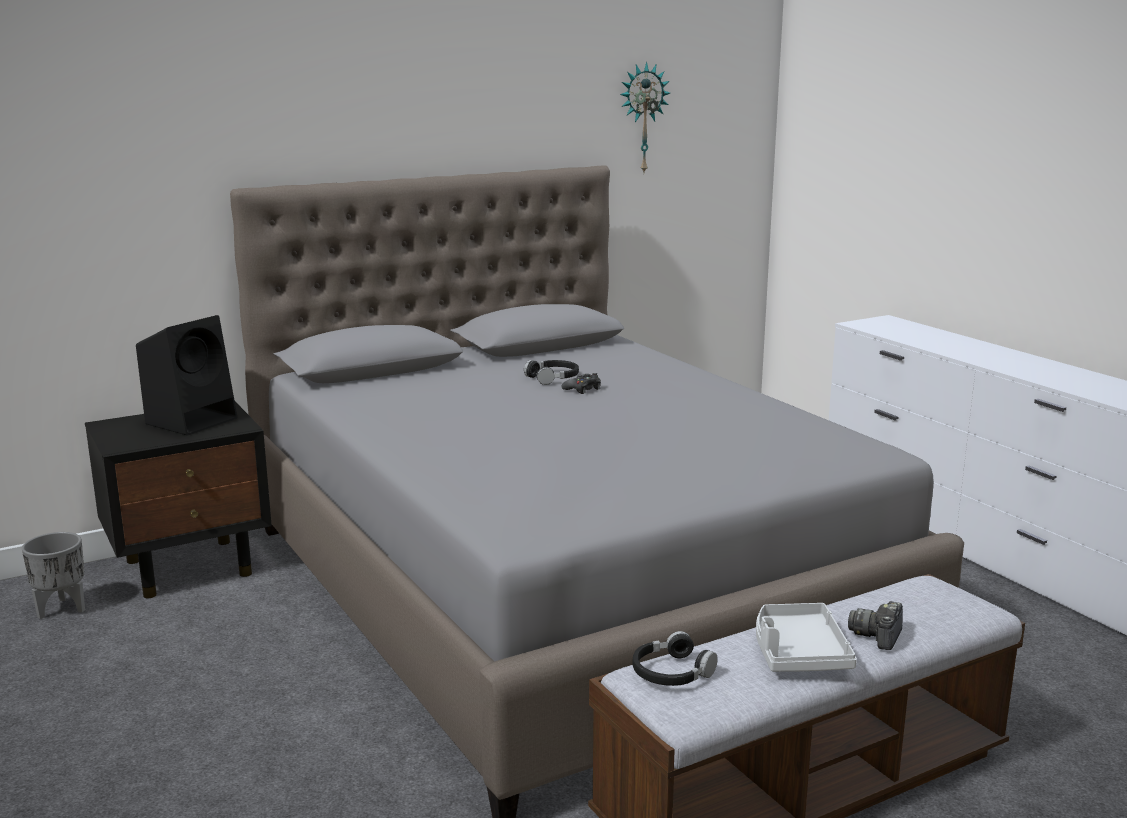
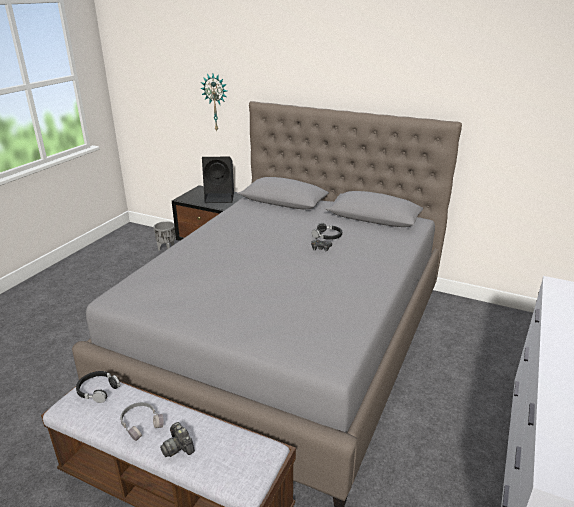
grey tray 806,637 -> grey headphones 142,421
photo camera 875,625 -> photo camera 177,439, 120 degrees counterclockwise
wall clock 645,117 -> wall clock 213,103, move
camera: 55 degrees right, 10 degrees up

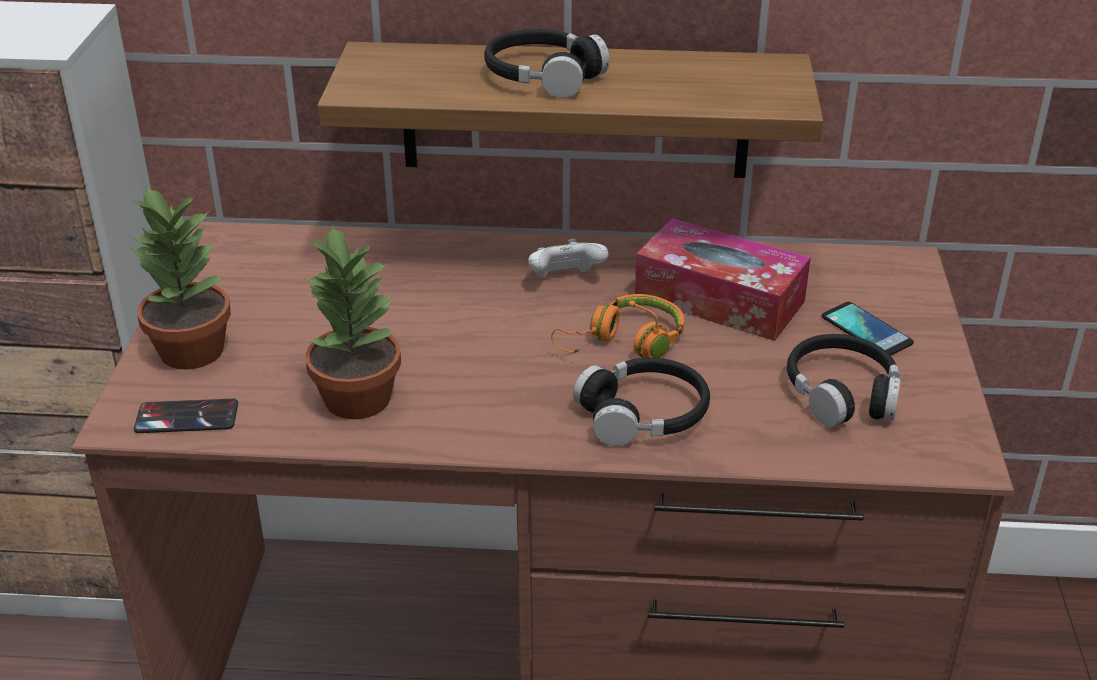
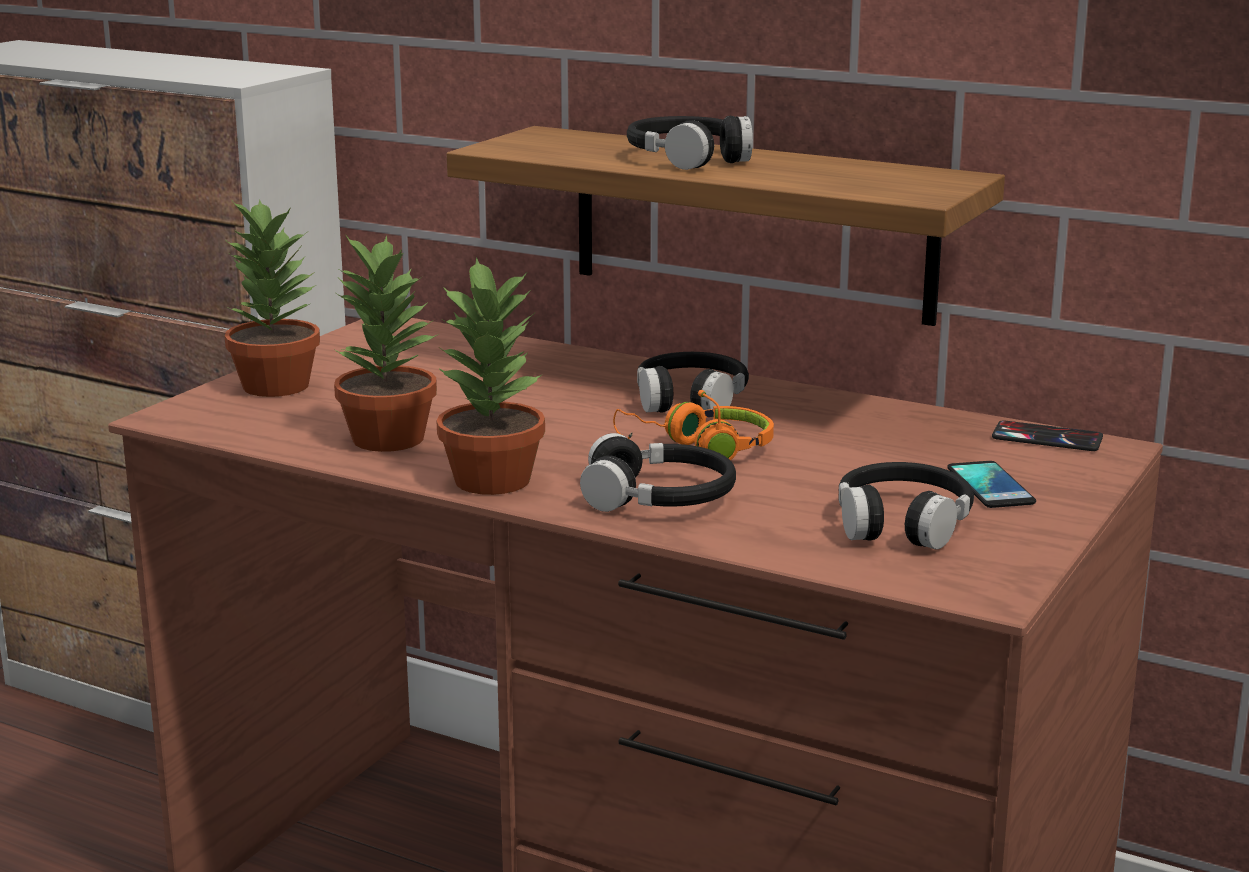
none -> potted plant 490,376
white game controller 568,258 -> black headphones 693,382
phone 186,416 -> phone 1047,436, move
tissue box 723,279 -> none
camera: 25 degrees right, 15 degrees down

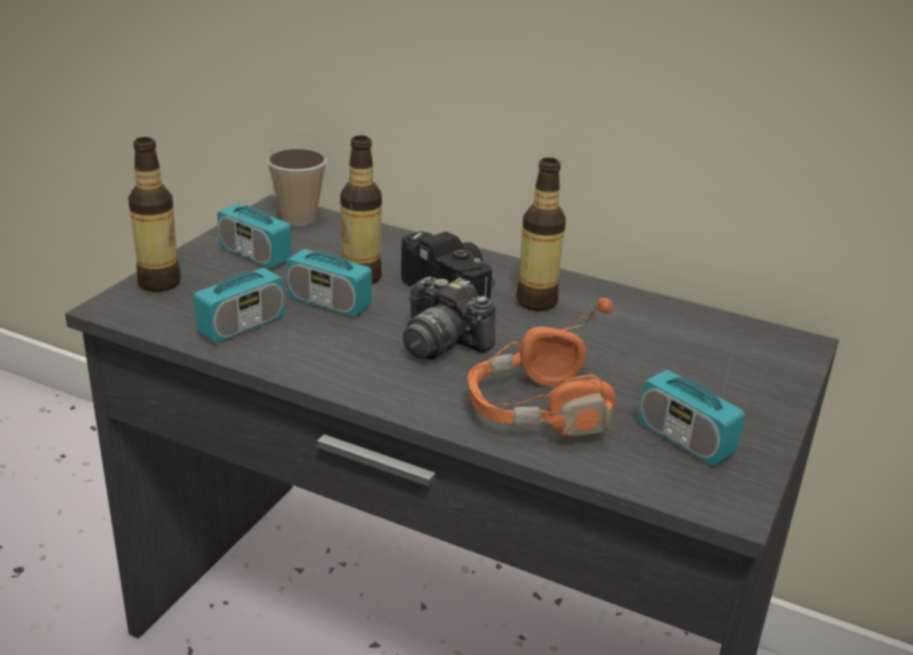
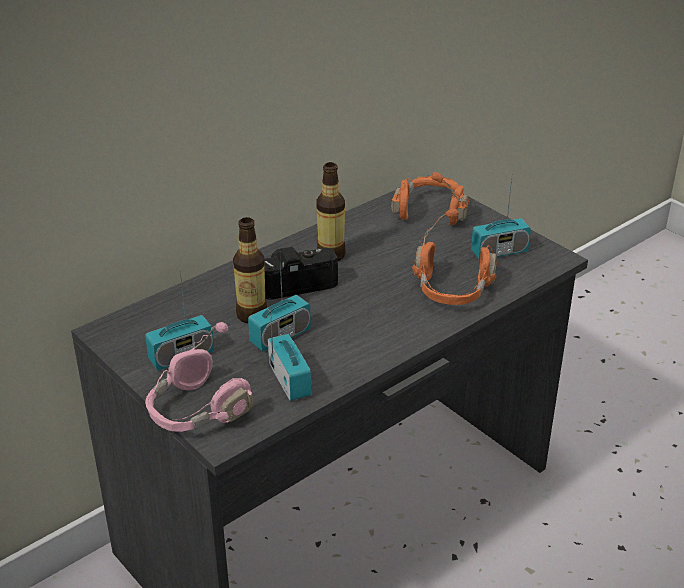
bottle 154,214 -> pink headphones 199,377
none -> orange headphones 430,198
cup 297,187 -> none
photo camera 449,318 -> none
camera: 65 degrees left, 5 degrees up

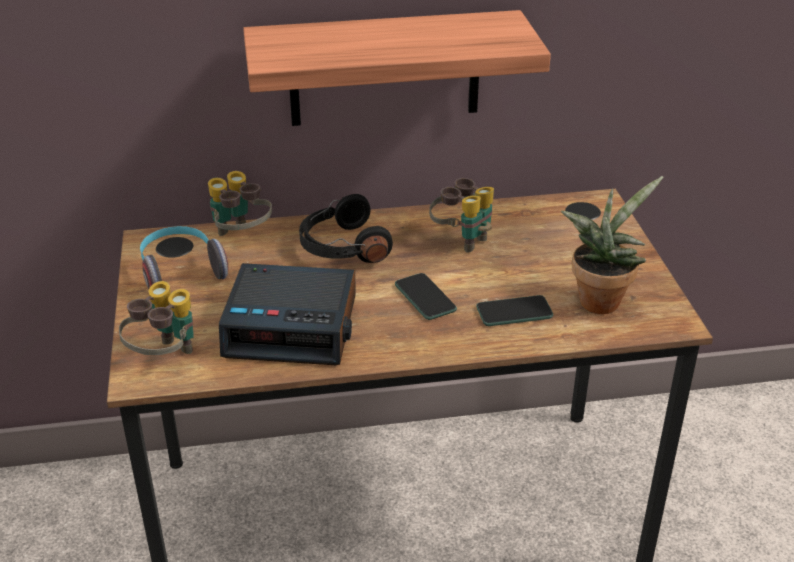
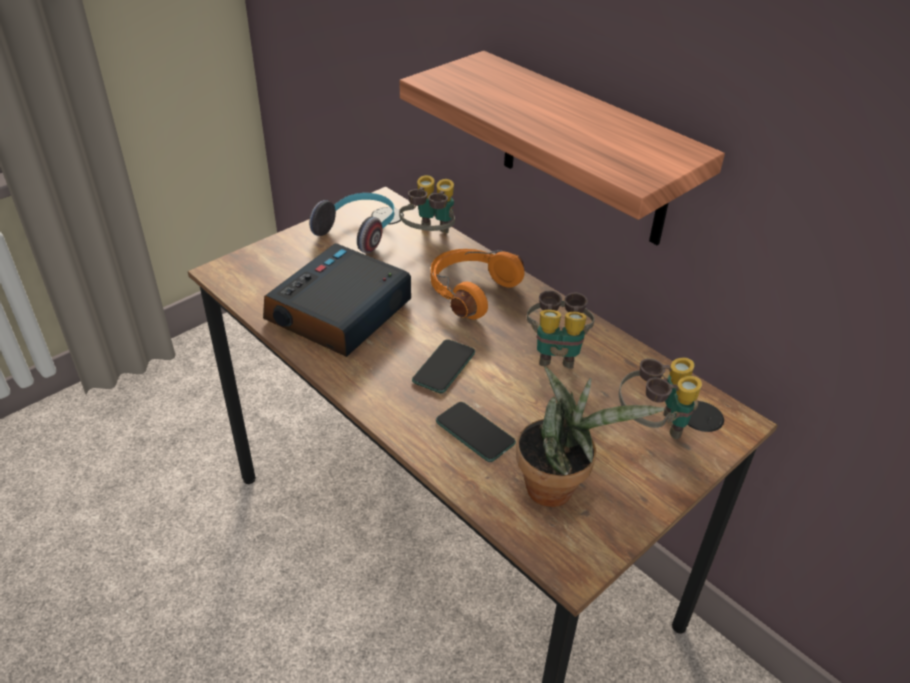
alarm clock 287,314 -> alarm clock 337,300, 60 degrees clockwise
black headphones 346,228 -> orange headphones 478,284
binoculars 156,318 -> binoculars 660,398, move
camera: 55 degrees right, 5 degrees up

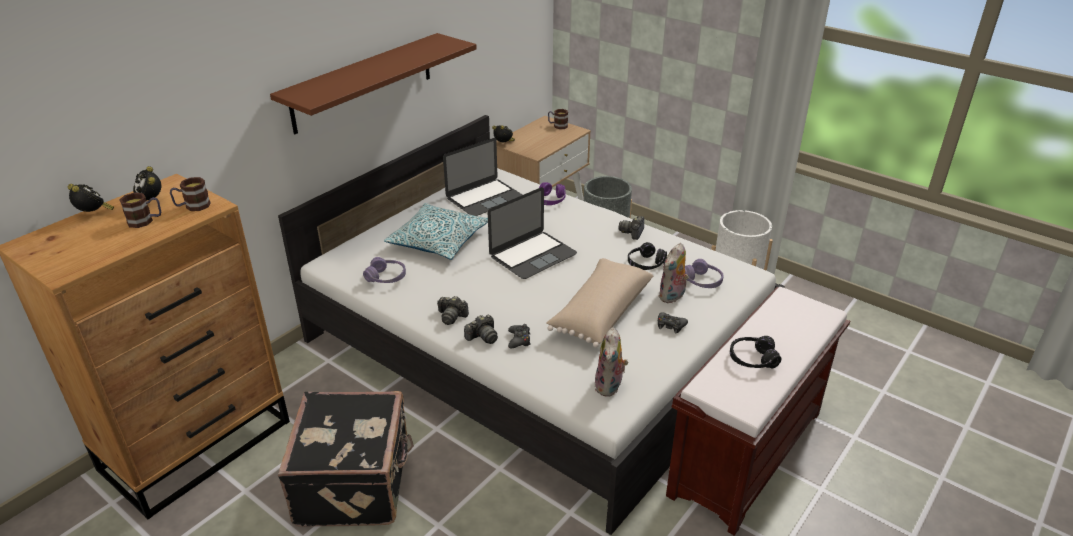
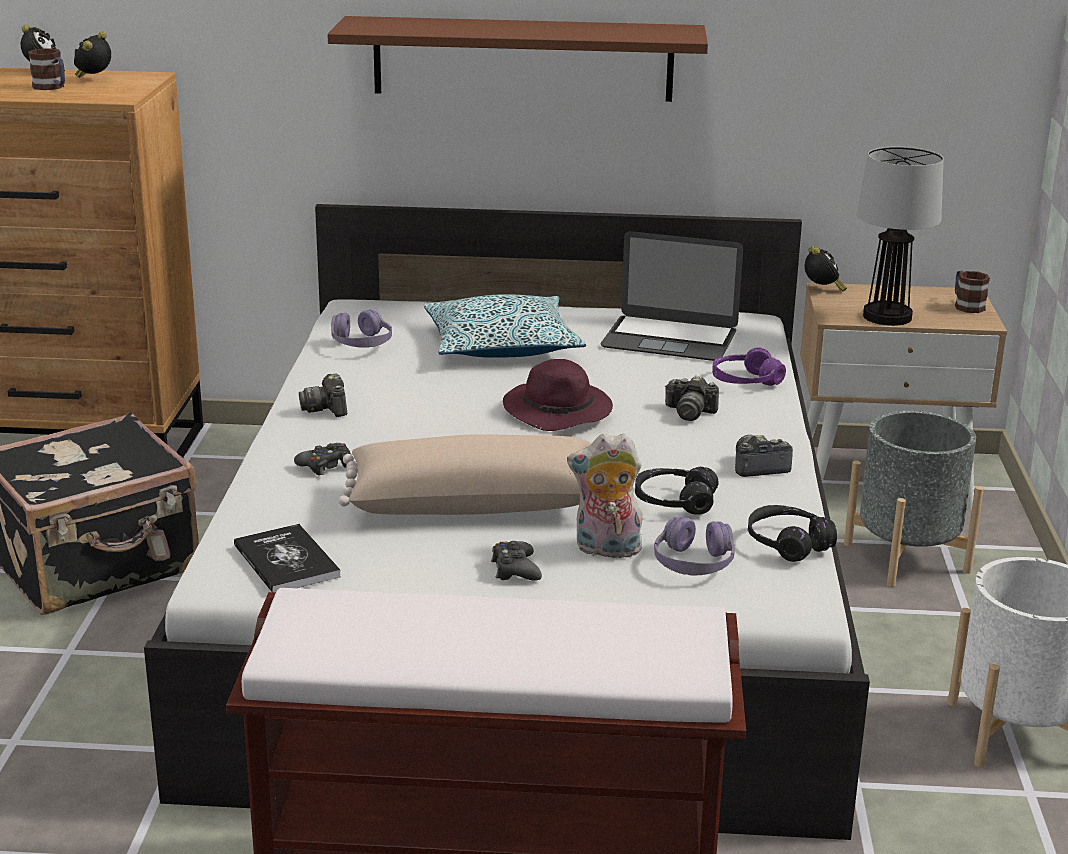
plush toy 611,362 -> book 287,558
laptop 532,233 -> purple hat 558,395
photo camera 481,329 -> photo camera 692,398, move
black headphones 755,352 -> black headphones 792,533, move
none -> table lamp 900,236
mug 190,194 -> none
camera: 55 degrees right, 10 degrees down

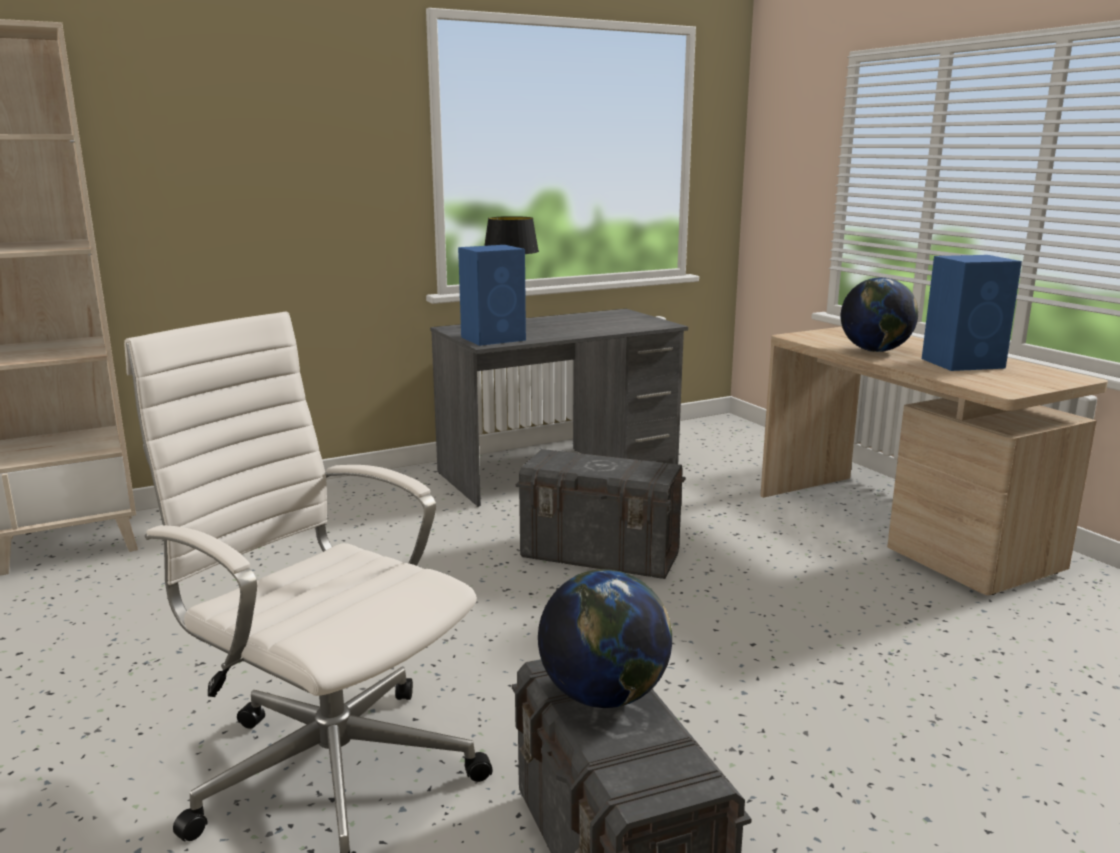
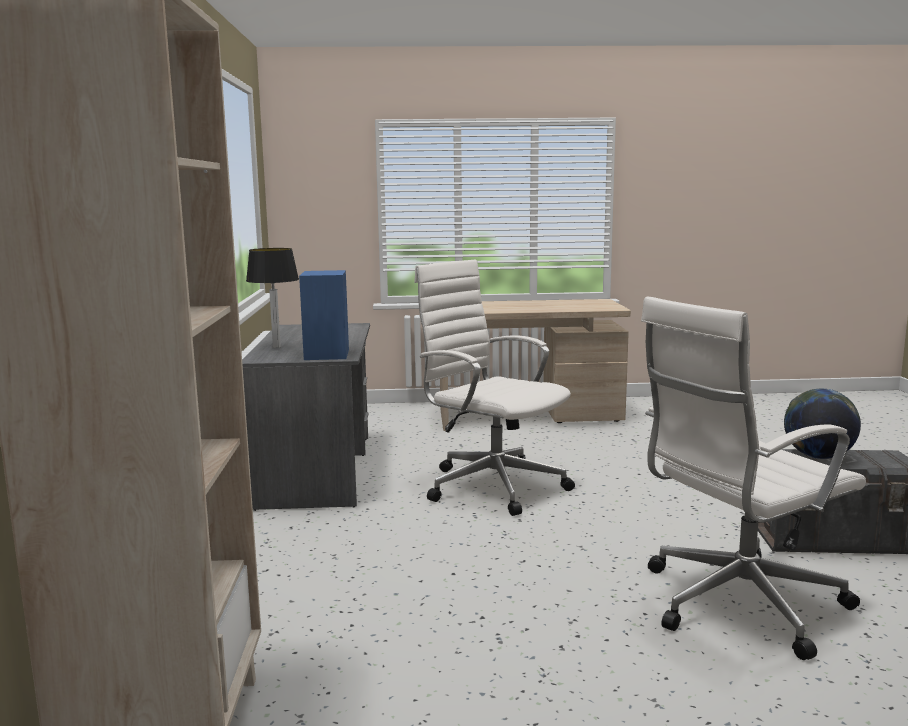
grey storage box 600,514 -> white office chair 494,387
globe 879,314 -> none
blue speaker 972,313 -> none
camera: 65 degrees left, 5 degrees down

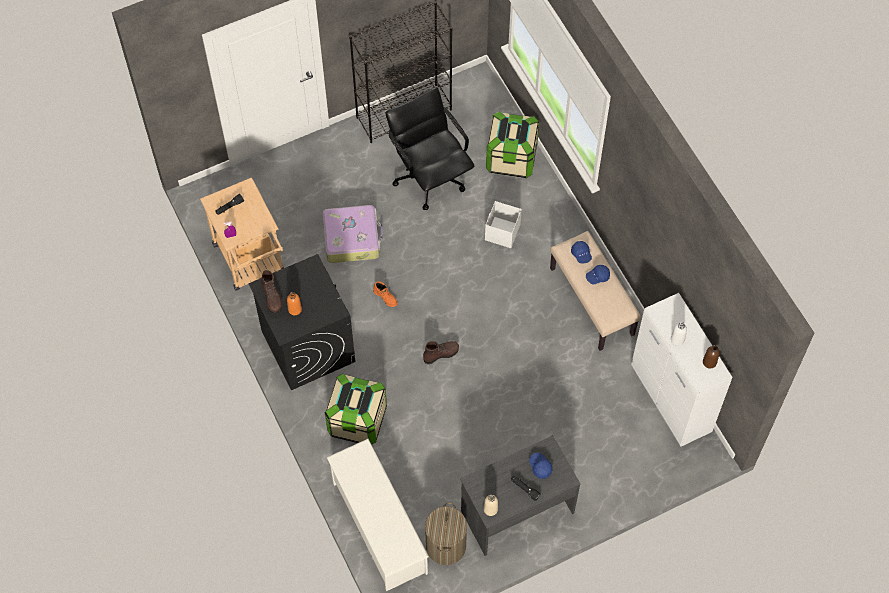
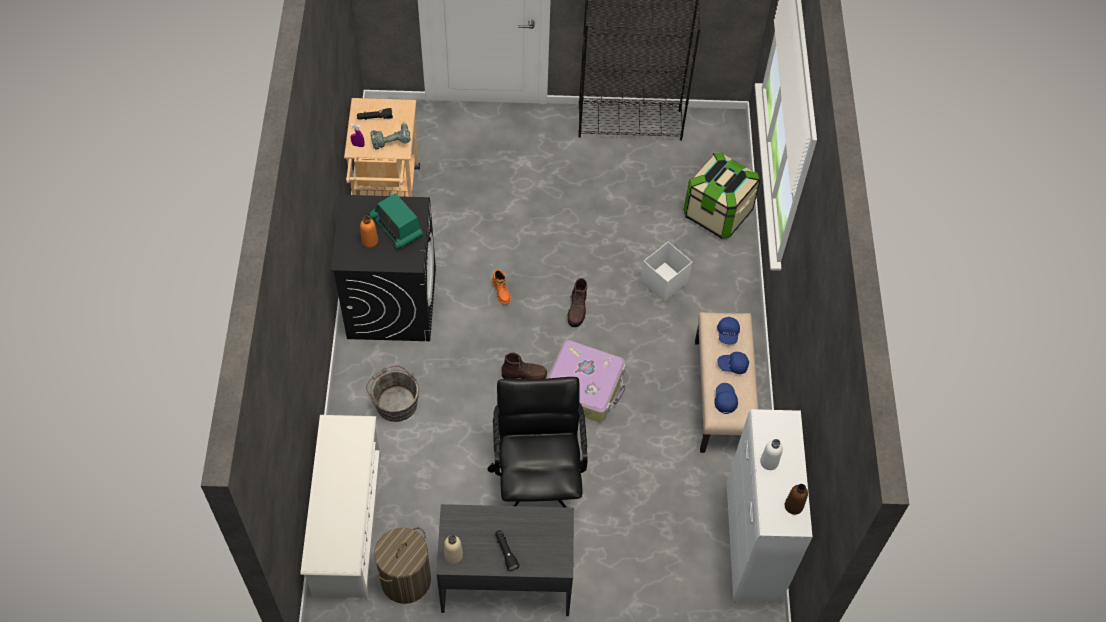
storage box 356,409 -> grey bucket 392,394
none -> radio 395,221
none -> power drill 390,136
black office chair 430,148 -> black office chair 538,442, move
suitcase 353,234 -> suitcase 586,381, move
brown boot 271,292 -> brown boot 577,302, move
blue cap 541,465 -> blue cap 726,398, move
camera: 25 degrees right, 5 degrees down

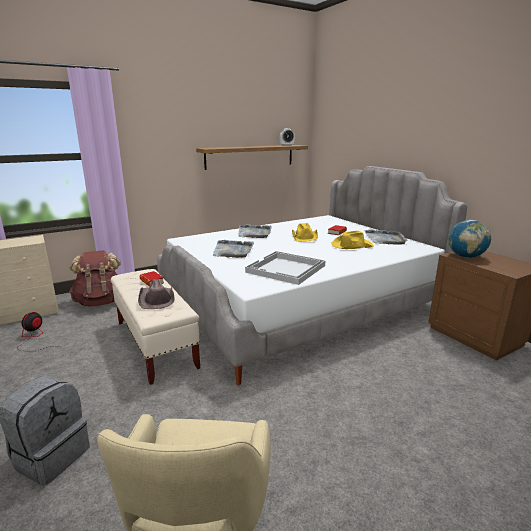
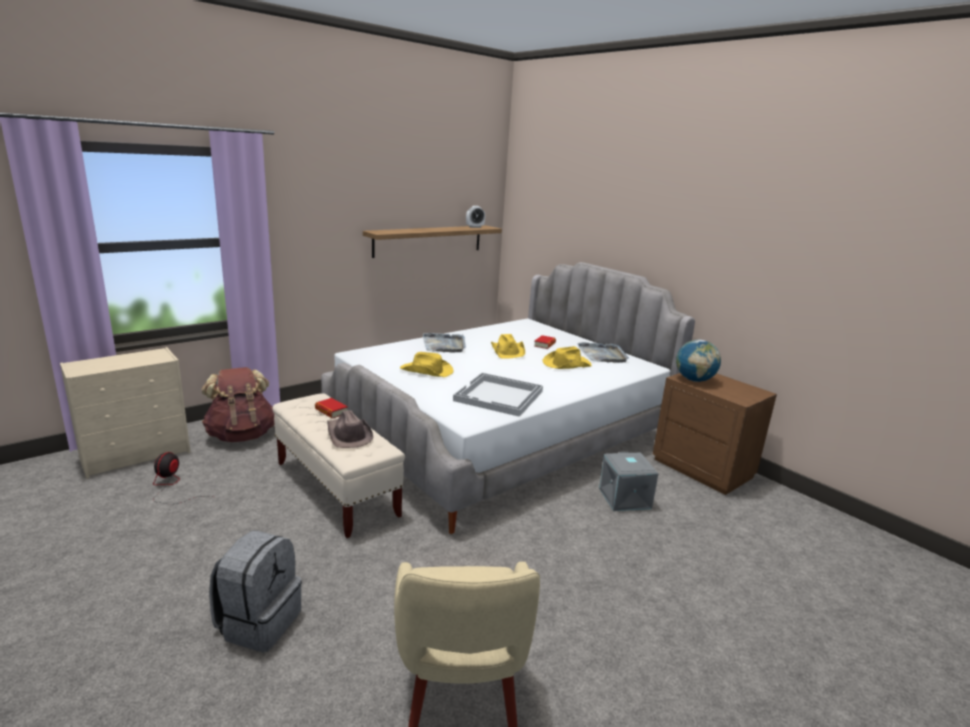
grey tray 233,249 -> yellow hat 427,364
none -> grey storage box 628,481
camera: 10 degrees left, 0 degrees up

